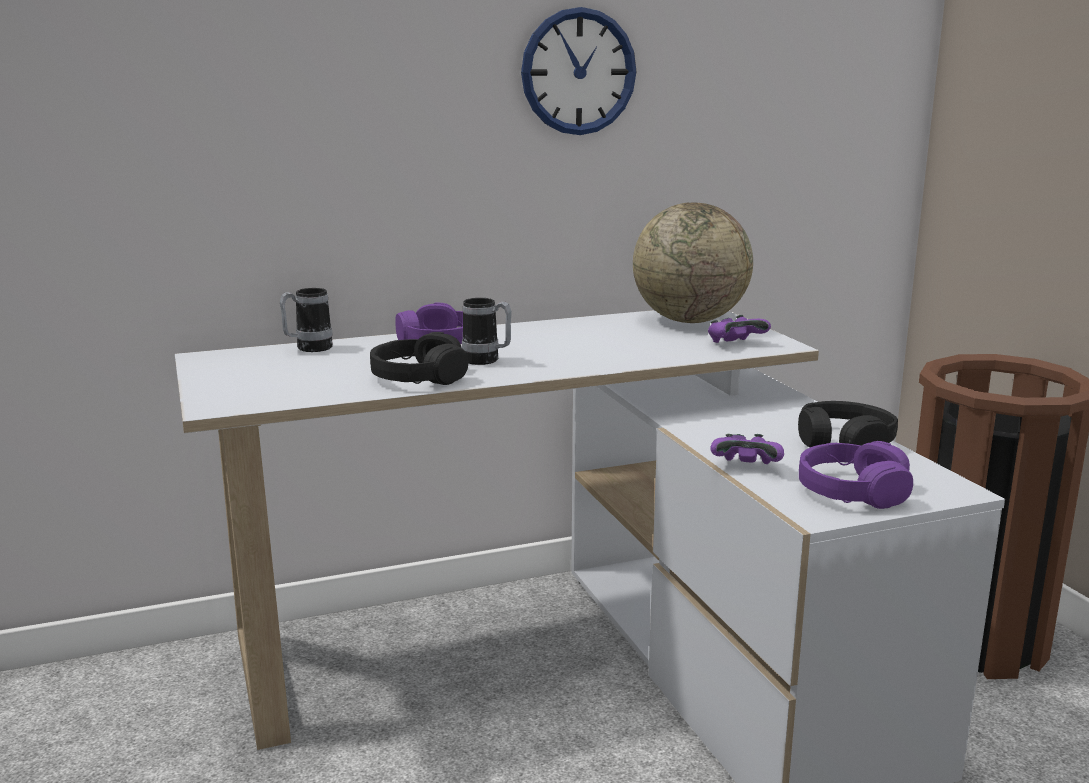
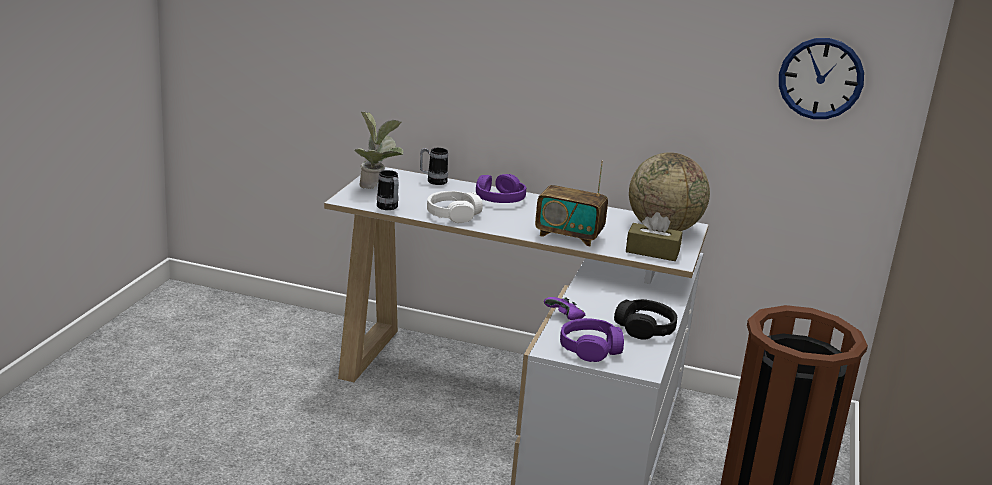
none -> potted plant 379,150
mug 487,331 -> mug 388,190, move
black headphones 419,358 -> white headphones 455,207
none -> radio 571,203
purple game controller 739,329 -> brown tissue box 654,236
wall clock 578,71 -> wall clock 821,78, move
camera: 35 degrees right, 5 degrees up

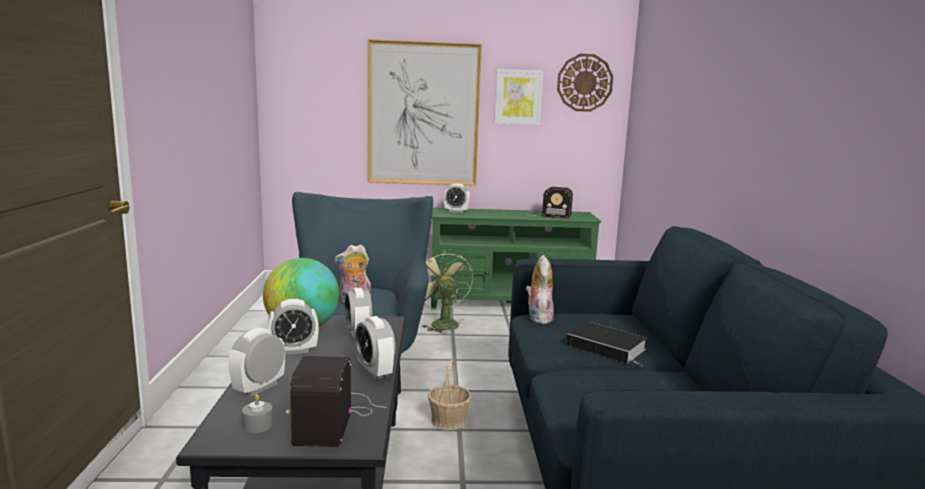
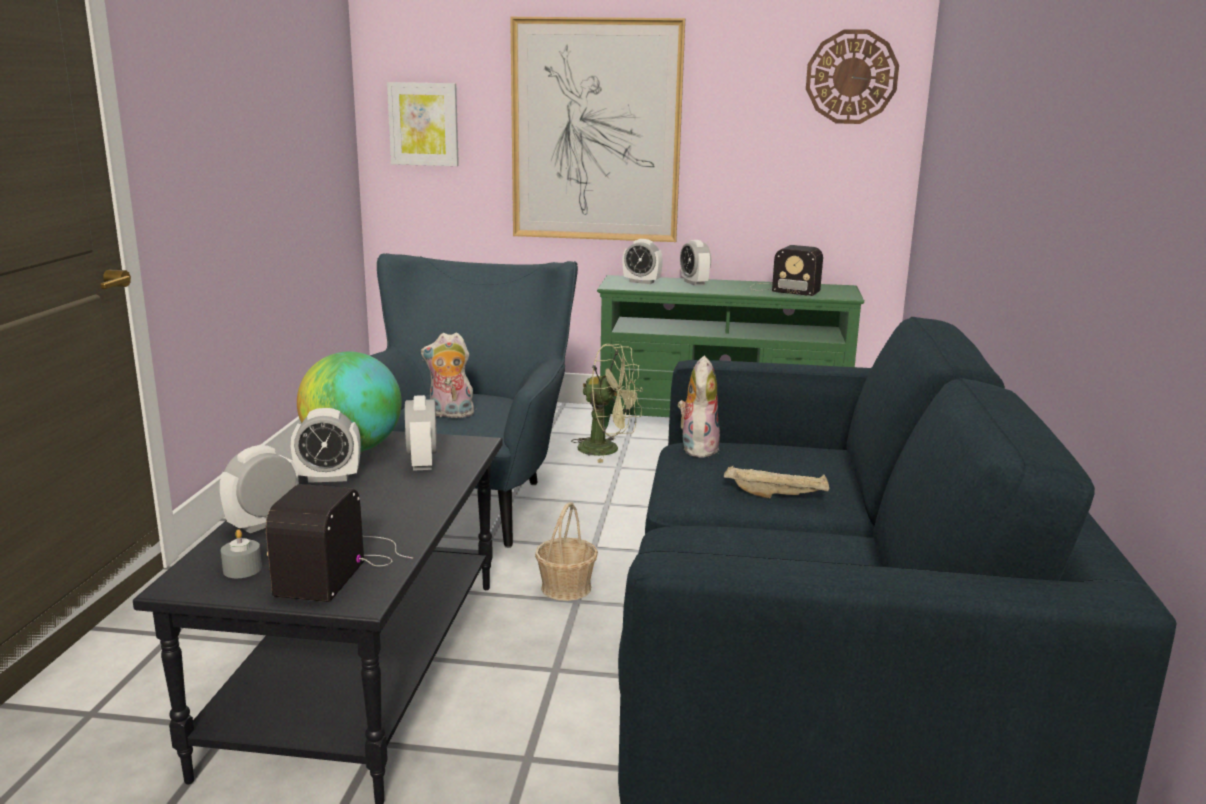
picture 518,97 -> picture 423,124, move
green fan 447,292 -> green fan 607,403, 120 degrees clockwise
alarm clock 375,348 -> alarm clock 695,263, move
book 606,344 -> beige tray 776,482
camera: 10 degrees right, 5 degrees up

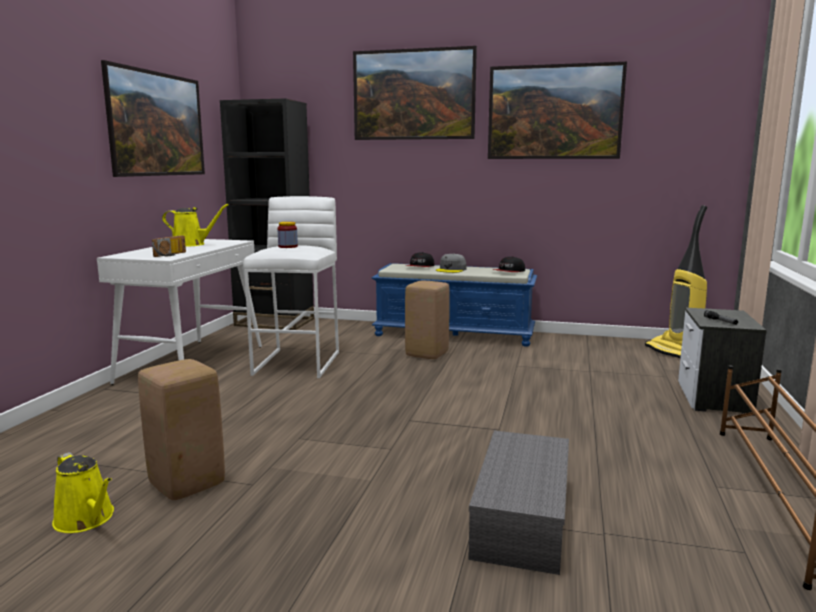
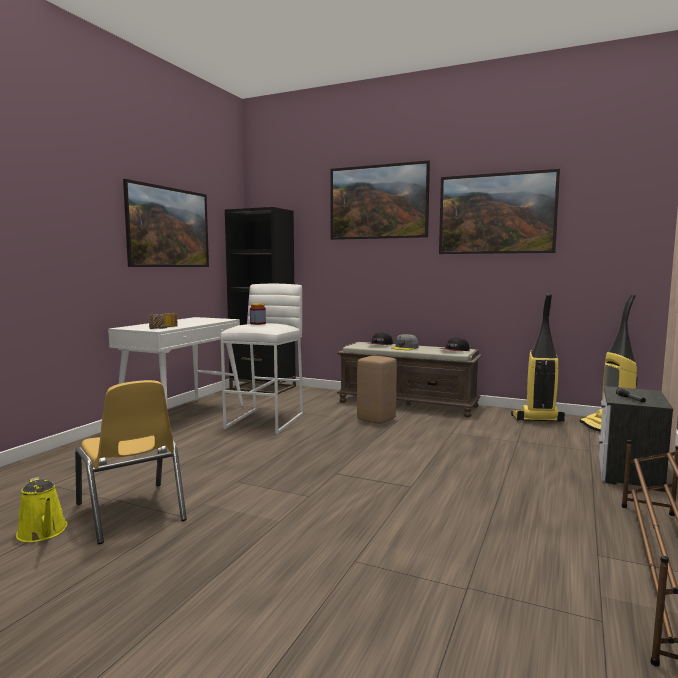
beige stool 181,429 -> yellow chair 131,462
blue bench 454,305 -> brown bench 409,379
none -> vacuum cleaner 538,357
yellow watering can 195,225 -> none
grey storage box 518,503 -> none
camera: 10 degrees right, 5 degrees down

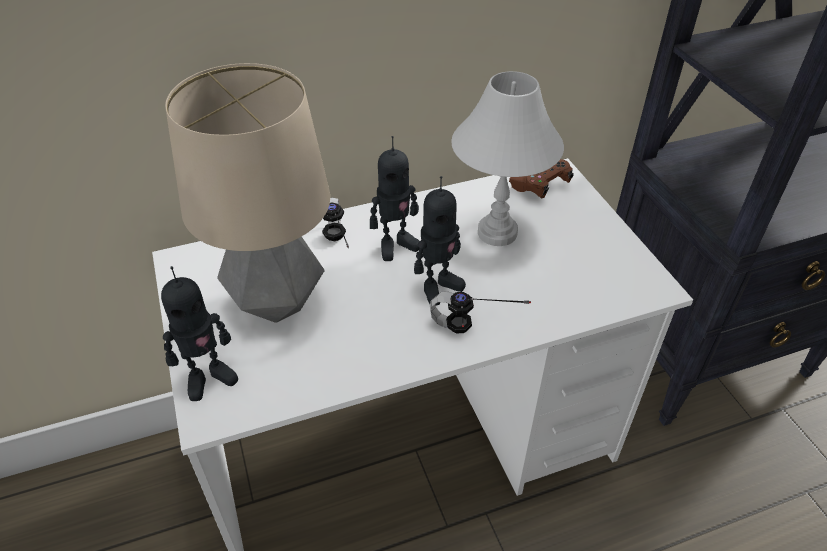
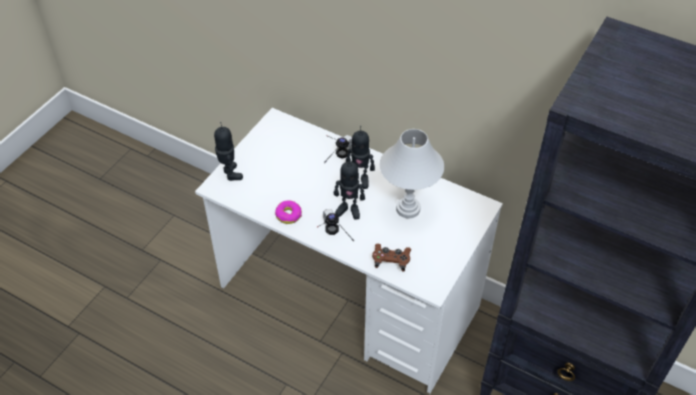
toy robot 199,333 -> toy robot 228,151, 135 degrees counterclockwise
none -> donut 288,212
brown game controller 541,179 -> brown game controller 391,257, move
table lamp 247,193 -> none
camera: 50 degrees right, 5 degrees up

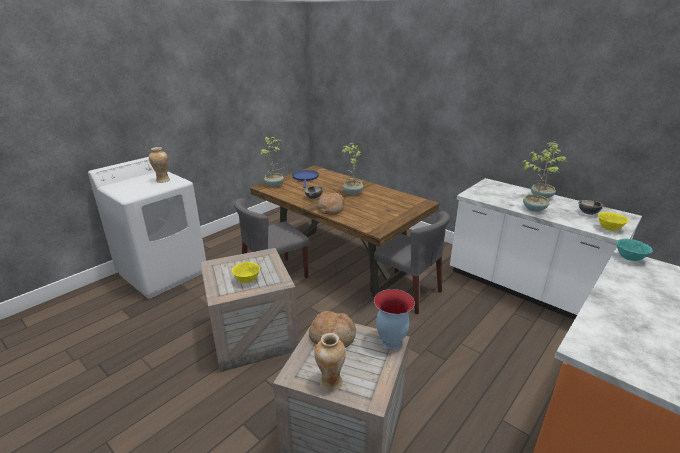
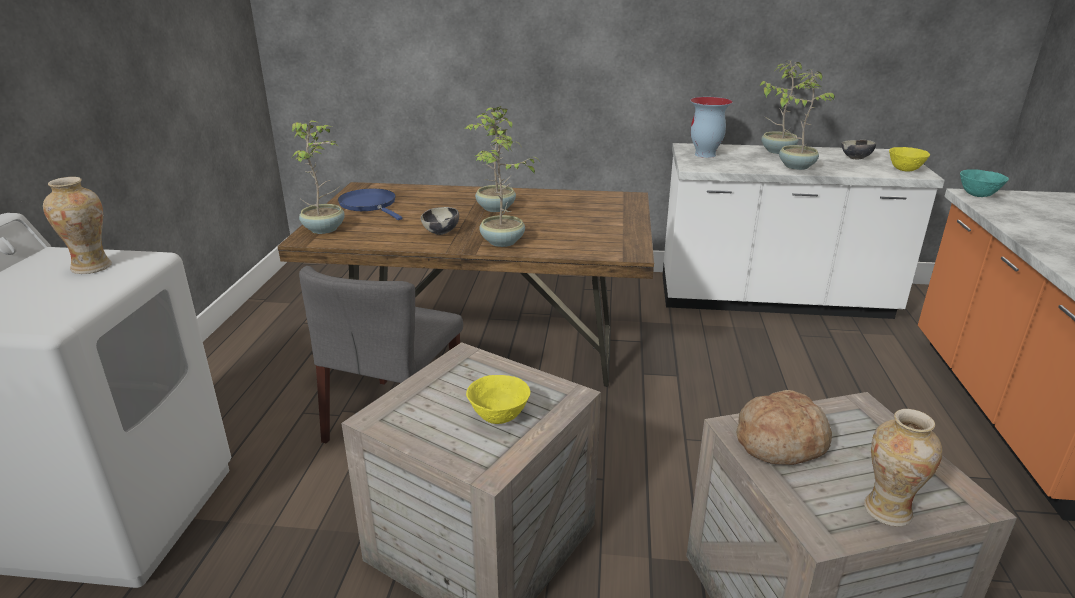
bread 331,203 -> potted plant 507,187
vase 394,319 -> vase 711,127, move
grey chair 410,262 -> none
camera: 35 degrees left, 0 degrees up

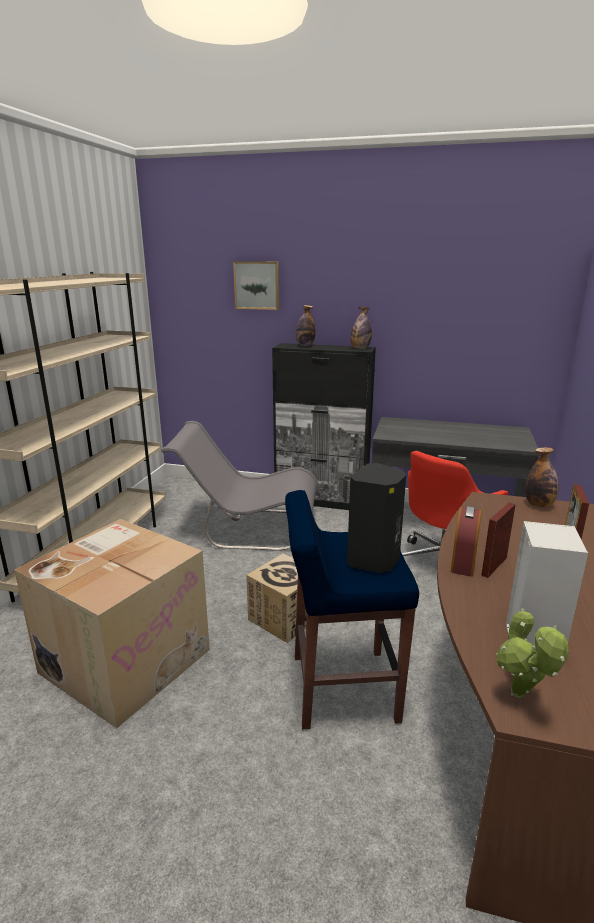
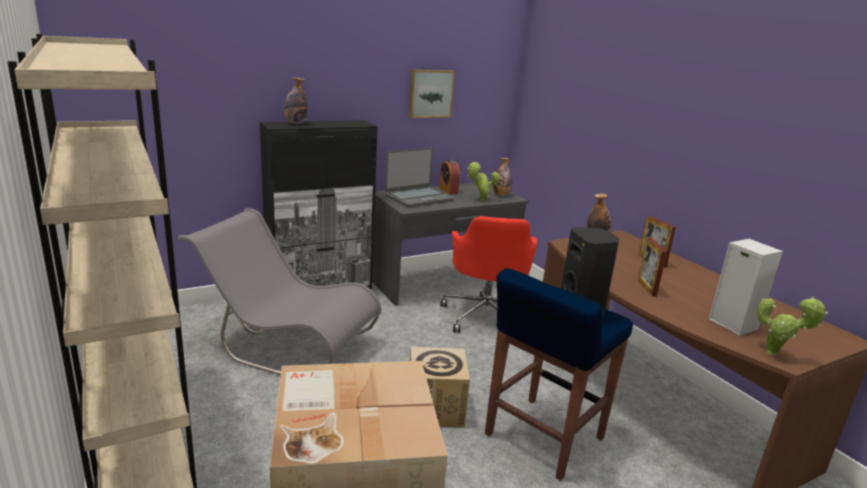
grey chair 239,486 -> grey chair 279,291, 60 degrees clockwise
none -> laptop 419,177
picture 256,285 -> picture 432,93, move
alarm clock 466,541 -> alarm clock 449,177, move
none -> potted plant 483,181
bottle 361,328 -> bottle 503,177, move
camera: 45 degrees left, 0 degrees up

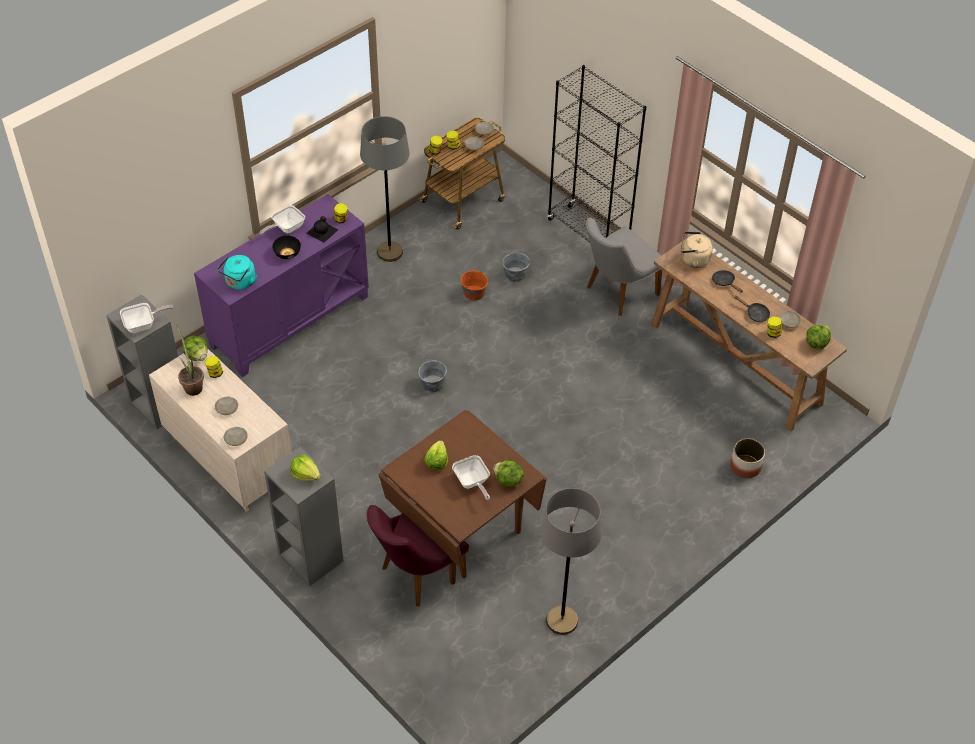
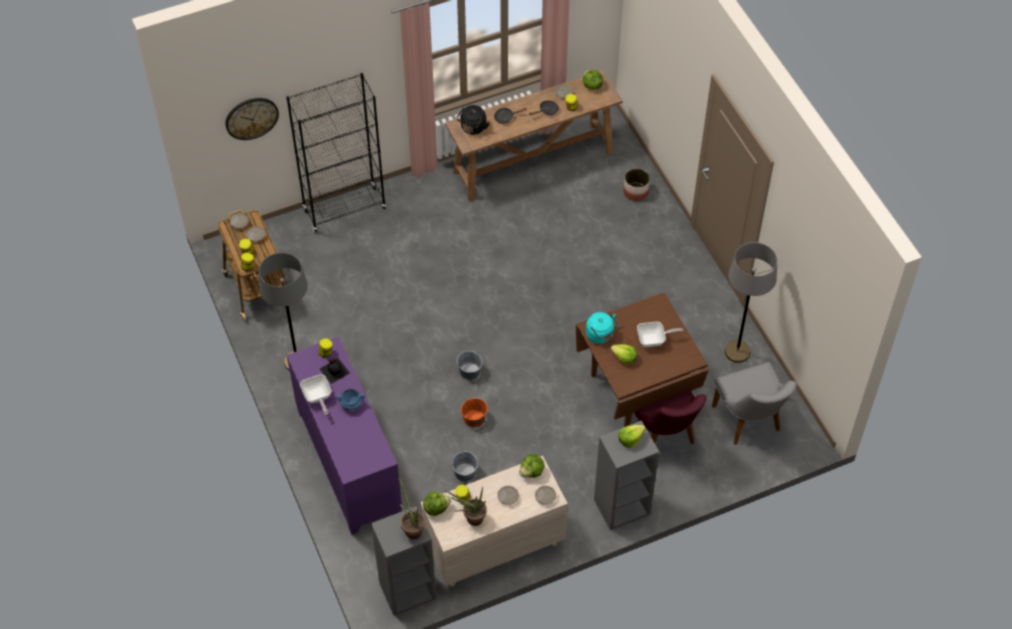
none -> wall clock 252,119
black bowl 286,247 -> blue cooking pot 350,399
frying pan 147,318 -> potted plant 411,508
grey bucket 516,265 -> grey bucket 465,466, move
beige kettle 697,250 -> black kettle 472,119
orange bucket 474,284 -> orange bucket 474,412, move
lettuce 508,473 -> lettuce 532,466, move
turquoise kettle 237,272 -> turquoise kettle 603,328, move
grey chair 624,267 -> grey chair 754,403, move
camera: 70 degrees left, 5 degrees up

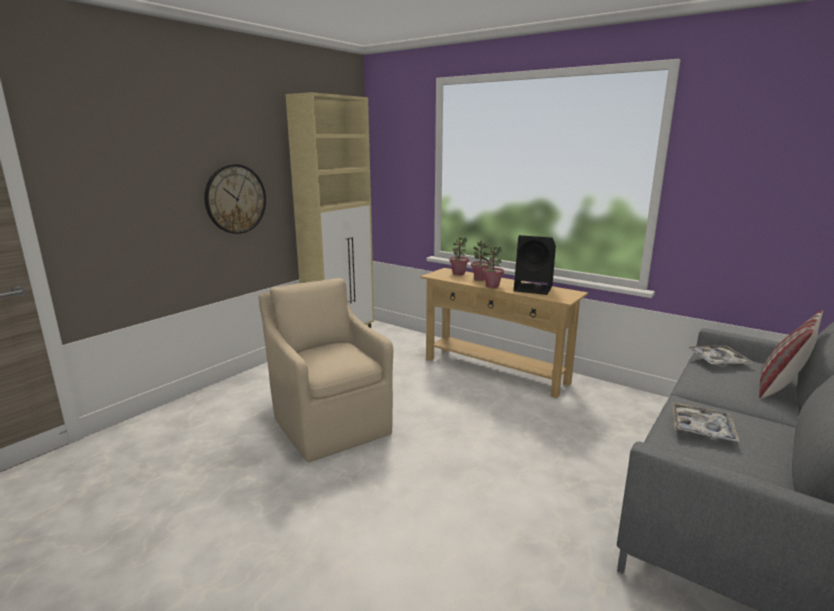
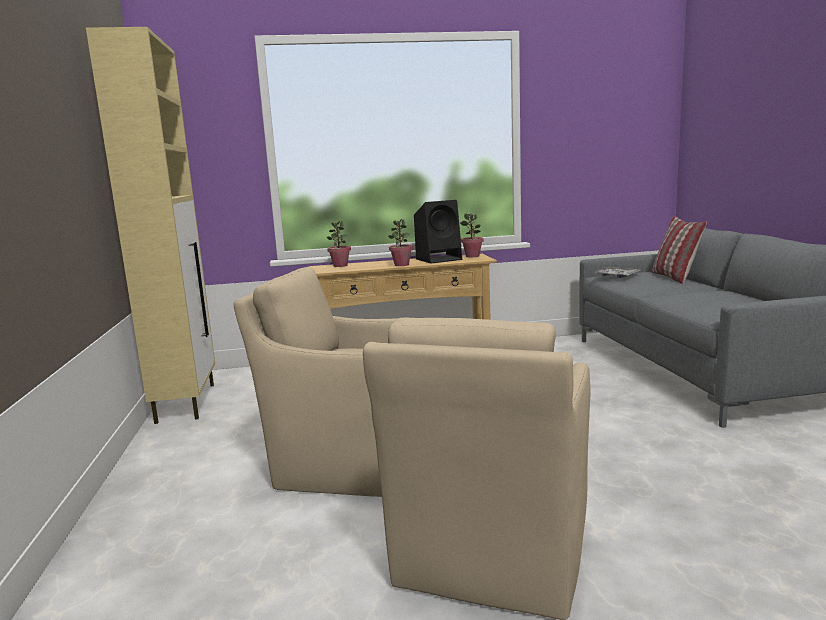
none -> beige armchair 476,468
potted plant 480,261 -> potted plant 472,235, move
wall clock 235,199 -> none
tray 706,423 -> none
camera: 45 degrees left, 5 degrees down

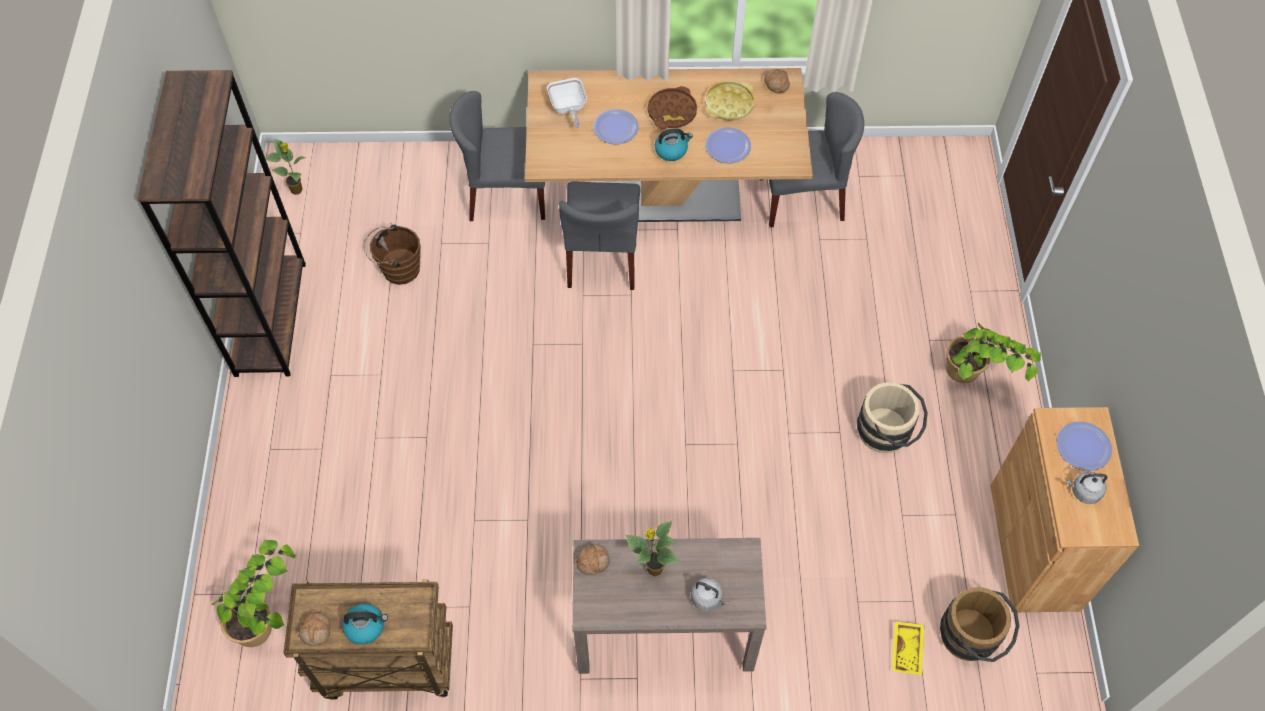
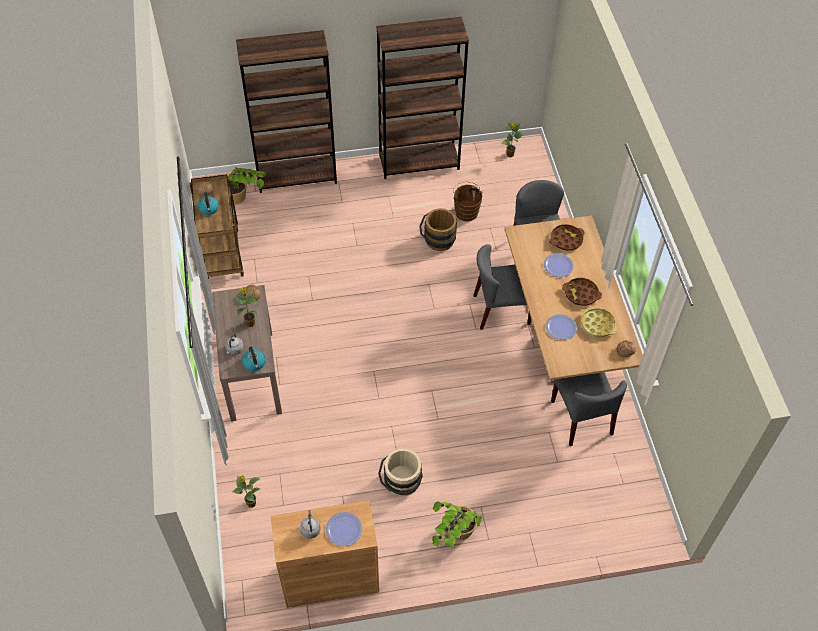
yellow tray 908,648 -> potted plant 246,491
none -> brown bookcase 286,111
kettle 674,144 -> kettle 254,359, move
brown bucket 980,624 -> brown bucket 438,229, move
frying pan 567,103 -> brown tray 567,237
camera: 80 degrees right, 5 degrees down

